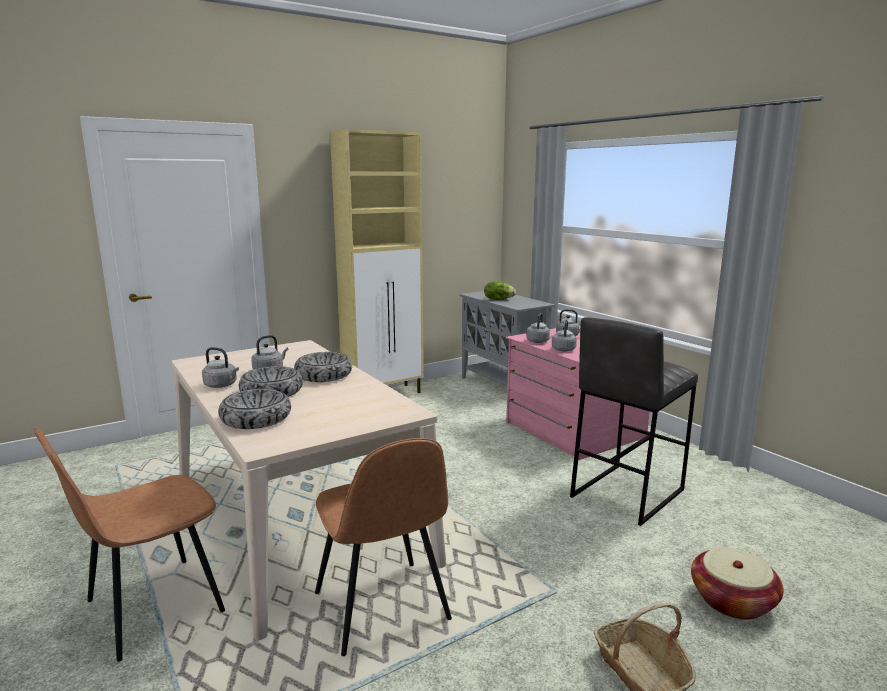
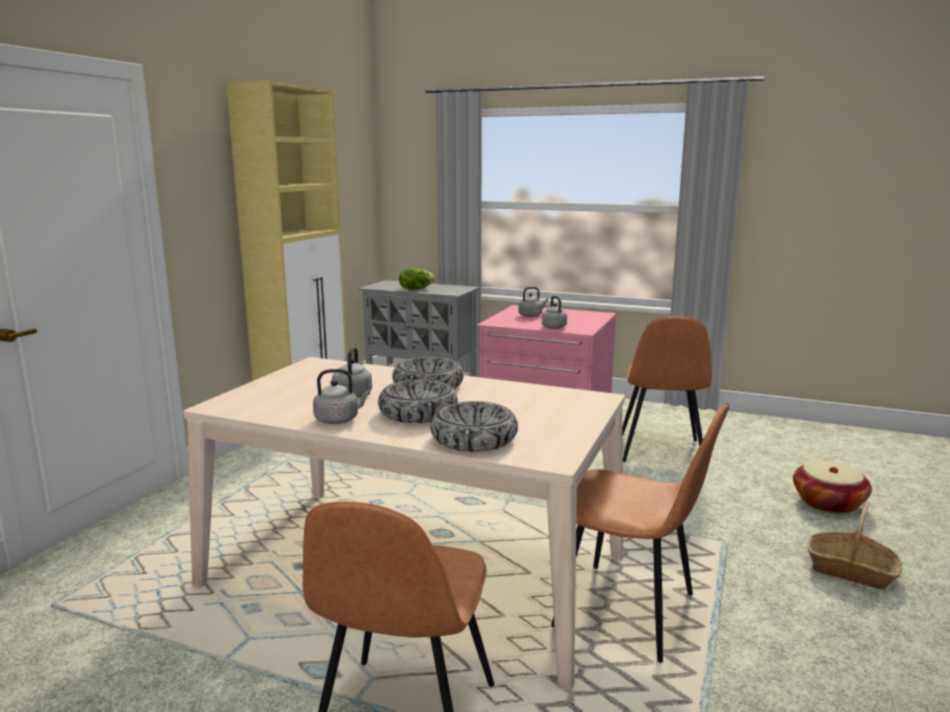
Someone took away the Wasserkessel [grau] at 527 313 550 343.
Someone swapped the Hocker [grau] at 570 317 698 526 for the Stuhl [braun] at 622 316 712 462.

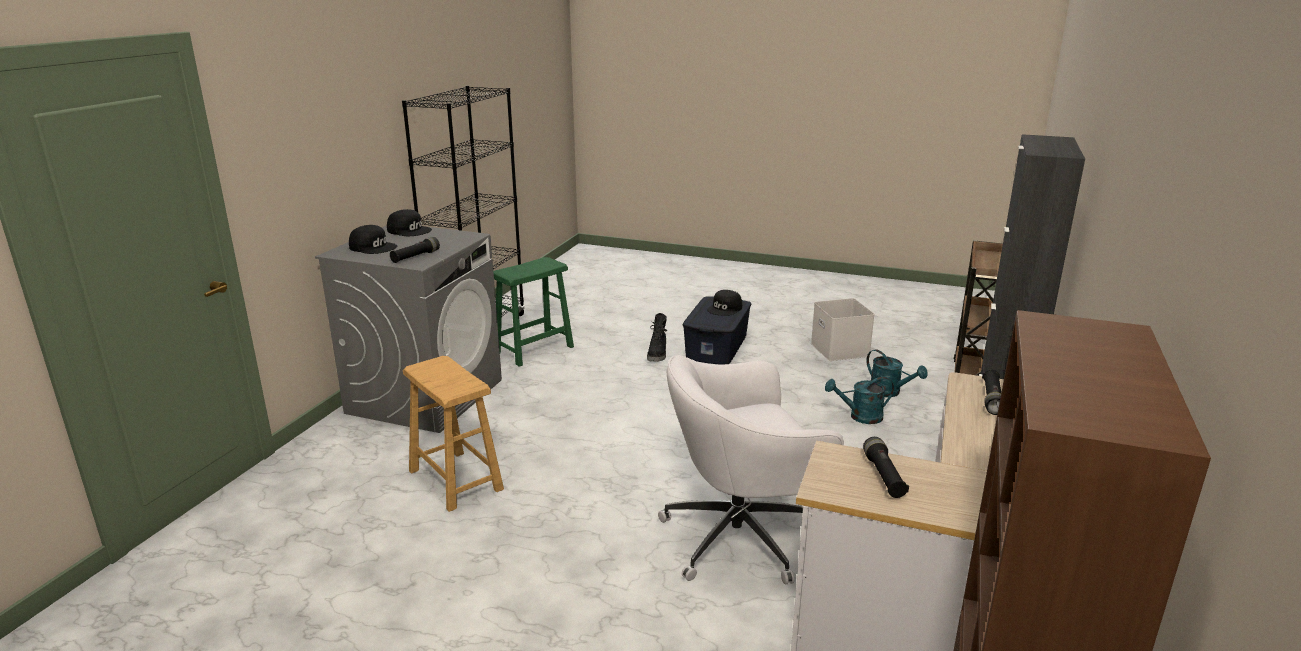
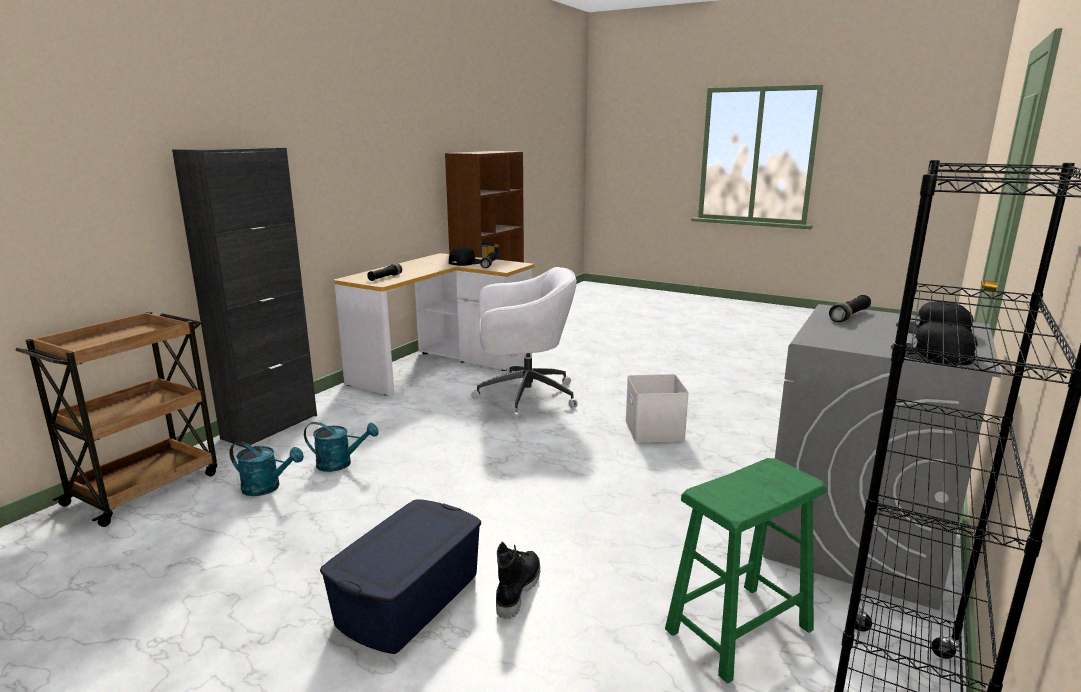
Someone took away the Hocker [braun] at 403 356 504 512.
Someone carried the Kappe [schwarz] from 707 290 742 316 to 449 247 481 266.
Someone carried the Aufbewahrungsbox [weiß] from 811 298 875 361 to 625 374 689 443.
Someone rotated the Gießkanne [türkis] at 866 349 928 397 by 135 degrees clockwise.

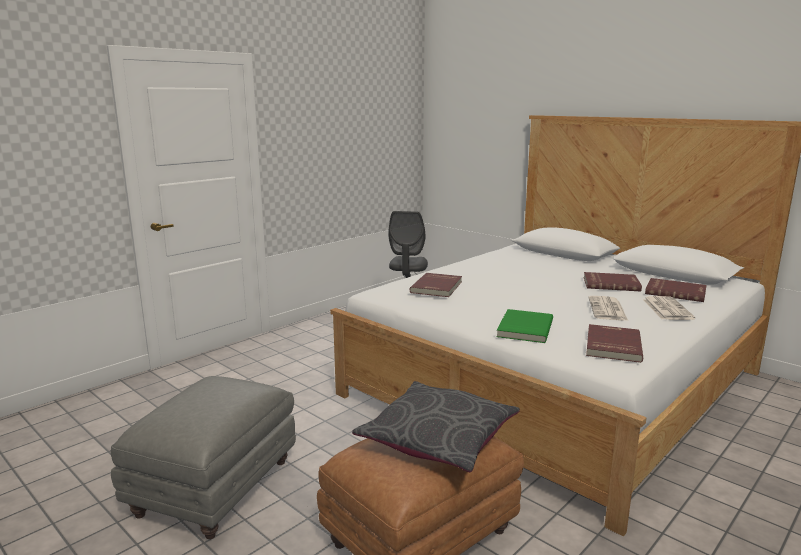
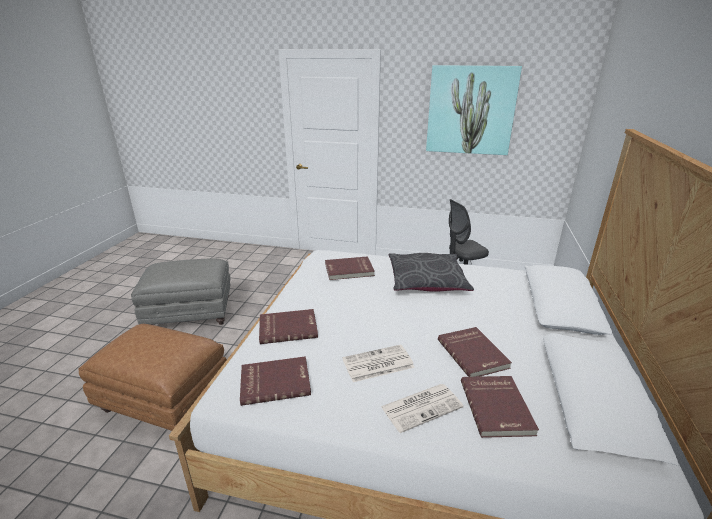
Someone put up the Bild at 426 65 522 155.
Someone carried the Kissen [grau] from 352 381 520 472 to 389 253 474 292.
Someone repainted the Buch [grün] at 496 309 553 343, which became the Buch [rot] at 259 309 318 344.

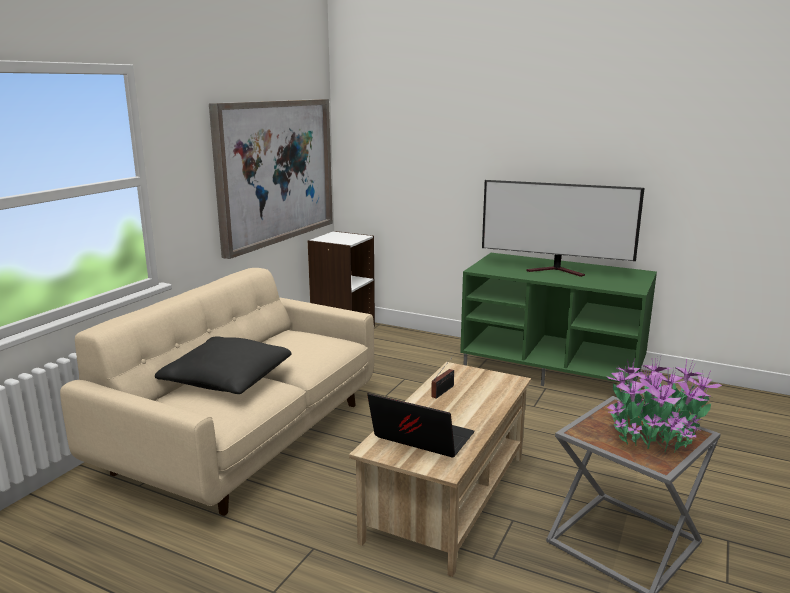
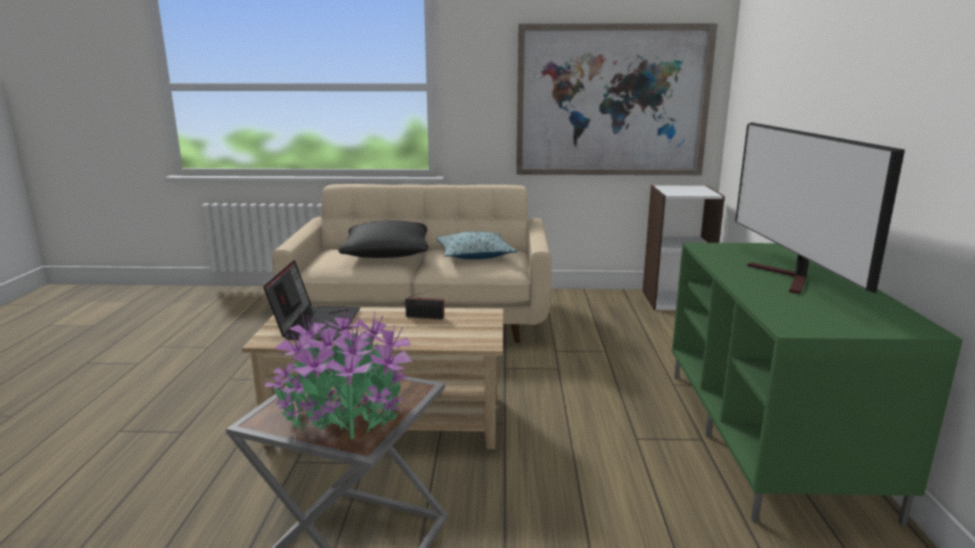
Someone put down the Kissen at 436 231 517 259.

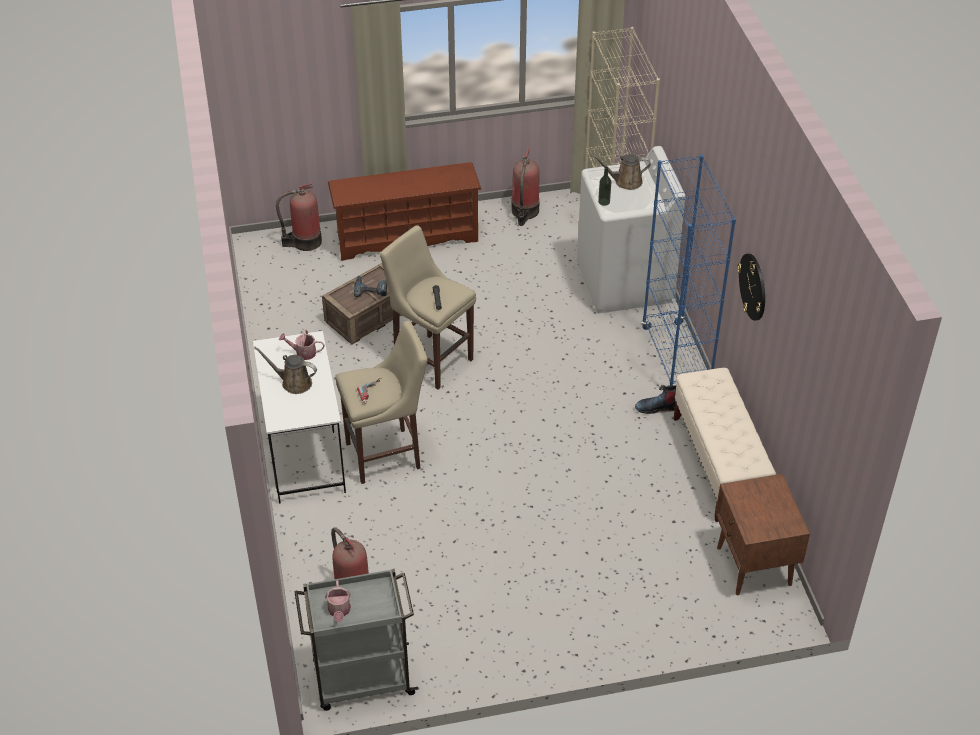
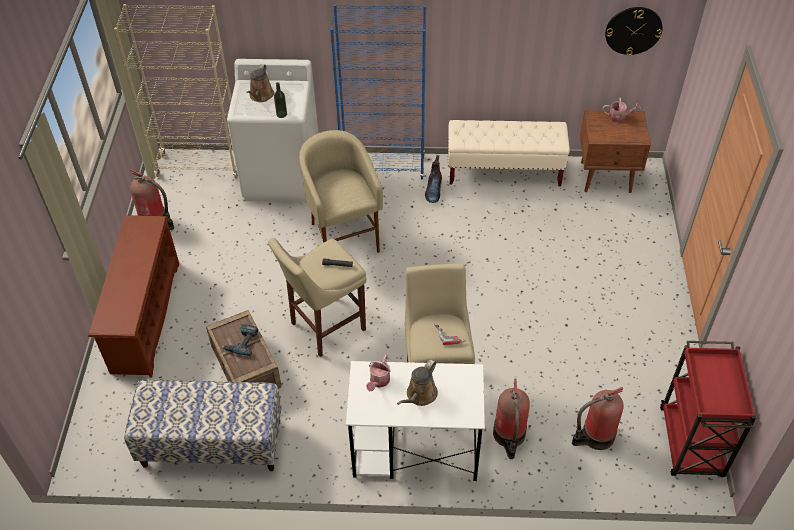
Someone put down the Bank at 124 379 282 471.
Someone put down the Hocker [beige] at 299 130 383 253.
Someone carried the Feuerlöscher from 276 183 322 251 to 493 379 530 459.
Someone carried the Gießkanne from 325 580 351 622 to 603 98 641 123.
Someone carried the Wanduhr from 737 254 765 321 to 605 7 663 56.
Someone repainted the Rollwagen [grau] at 295 569 418 711, which became the Rollwagen [rot] at 660 341 756 477.

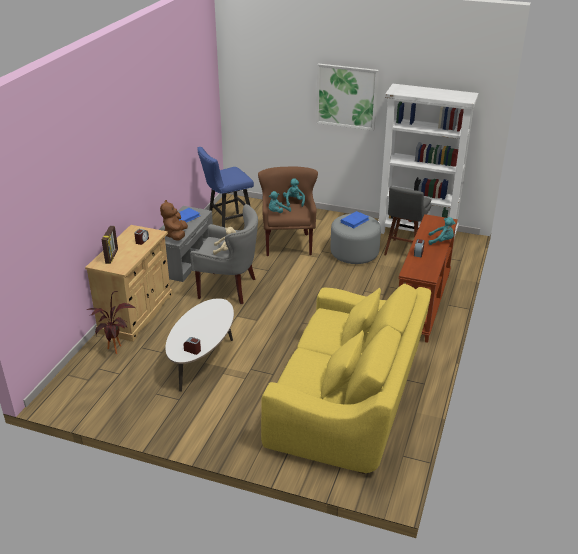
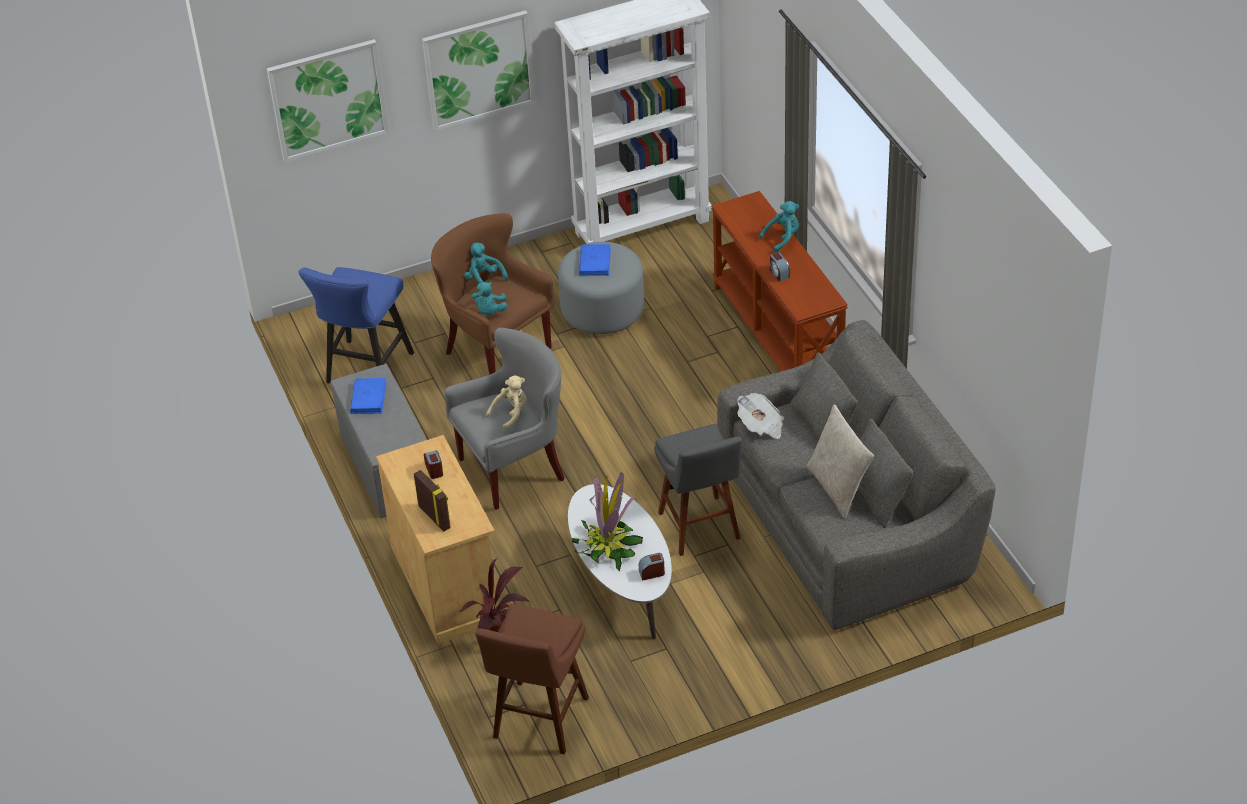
Someone took away the Plüschtier [braun] at 160 200 188 241.
Someone put up the Bild at 267 39 389 162.
Someone put down the Hocker [braun] at 476 604 589 755.
Someone put down the Topfpflanze at 572 472 643 571.
Someone put down the Zeitung at 737 393 784 439.
Someone put down the Kissen [beige] at 807 404 874 519.
Someone carried the Hocker [grau] from 384 186 432 255 to 654 424 742 556.
Someone repainted the Sofa [gelb] at 261 284 431 474, which became the Sofa [grau] at 717 320 996 630.

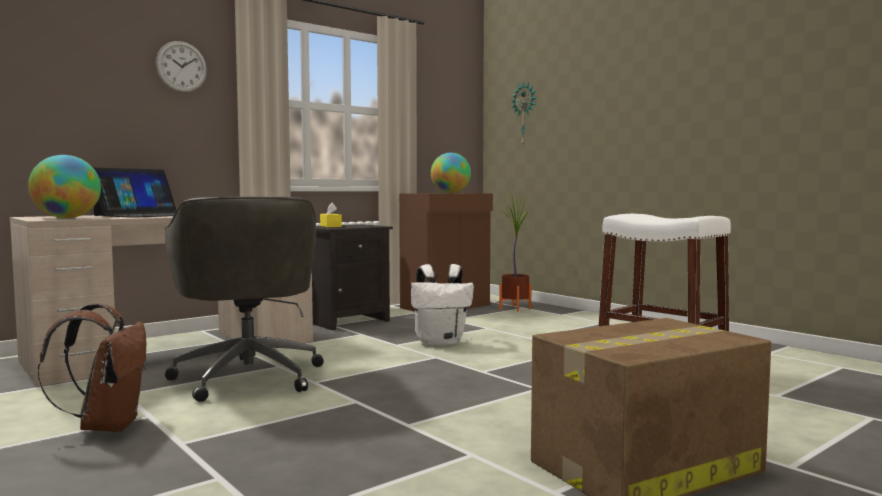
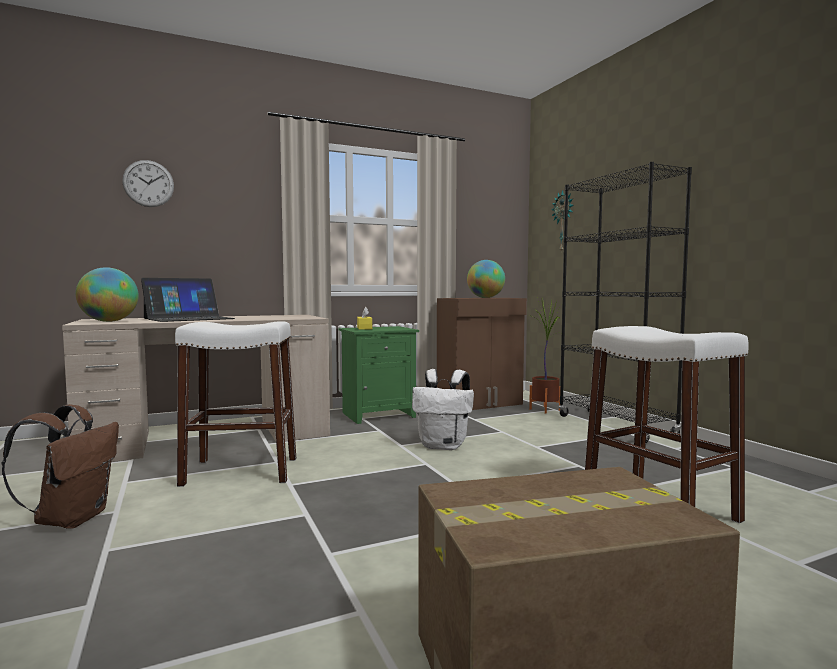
Someone put down the Bücherregal [schwarz] at 559 162 692 443.
Someone carried the Wanduhr from 156 41 207 92 to 122 160 174 207.
Someone swapped the Bürostuhl [grau] at 165 196 324 402 for the Hocker [weiß] at 175 321 296 487.
Someone repainted the Nachttisch [schwarz] at 312 224 393 330, which became the Nachttisch [grün] at 339 326 419 424.

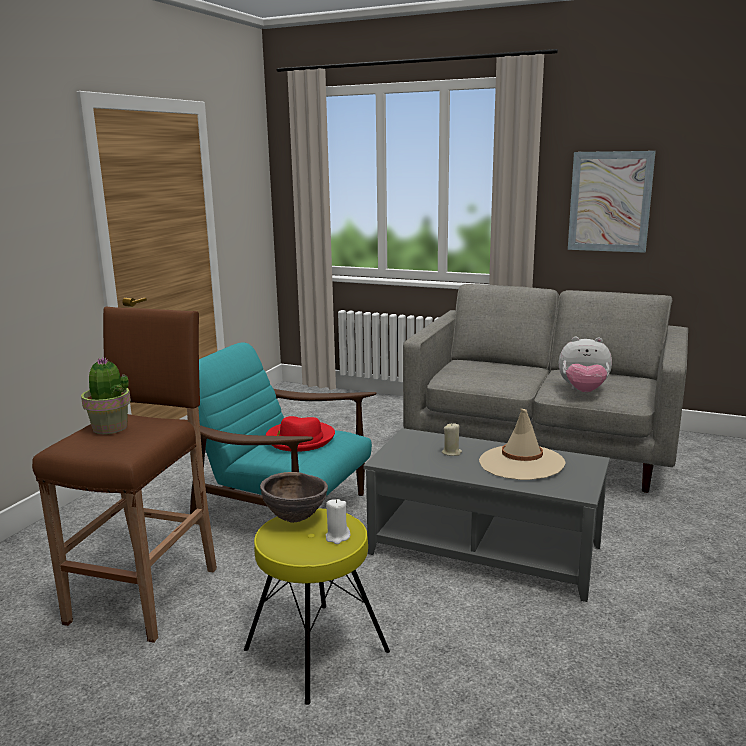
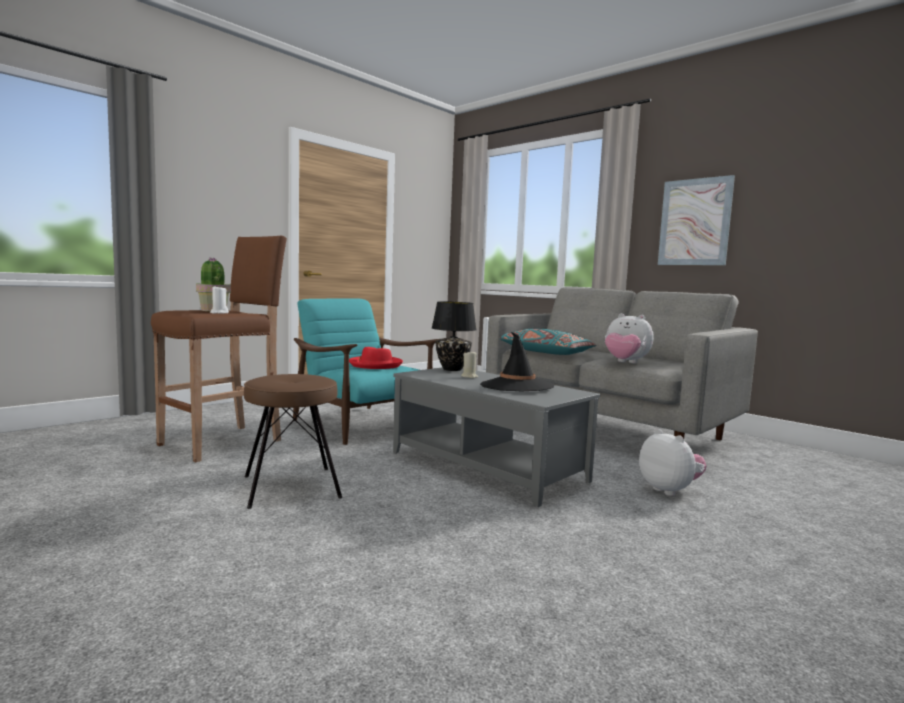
Someone took away the Schüssel [braun] at 260 472 328 523.
Someone put down the Tischlampe [schwarz] at 432 301 477 371.
Someone put down the Kissen [türkis] at 500 329 596 355.
Someone put down the Plüschtier at 639 429 706 496.
Someone carried the Kerze [weiß] from 326 499 350 544 to 210 286 229 314.
Someone repainted the Hocker [gelb] at 244 508 390 705, which became the Hocker [braun] at 244 374 342 509.
Someone repainted the Hut [beige] at 479 409 566 480, which became the Hut [schwarz] at 480 332 554 391.

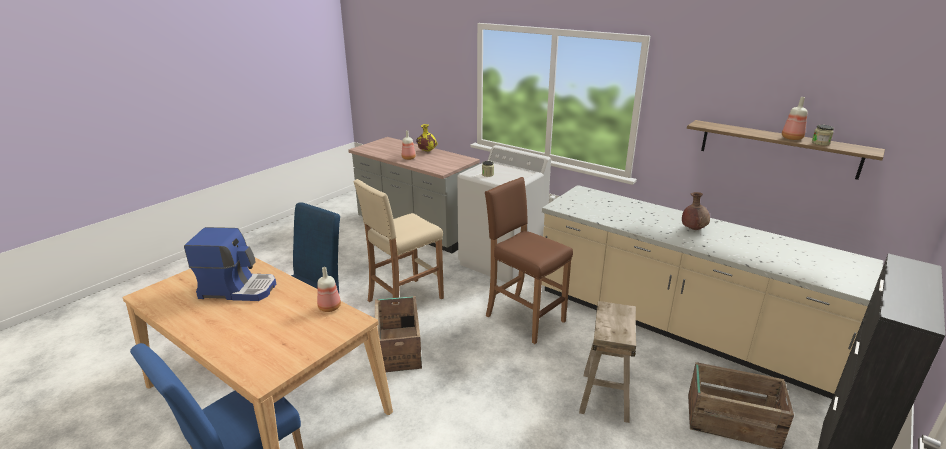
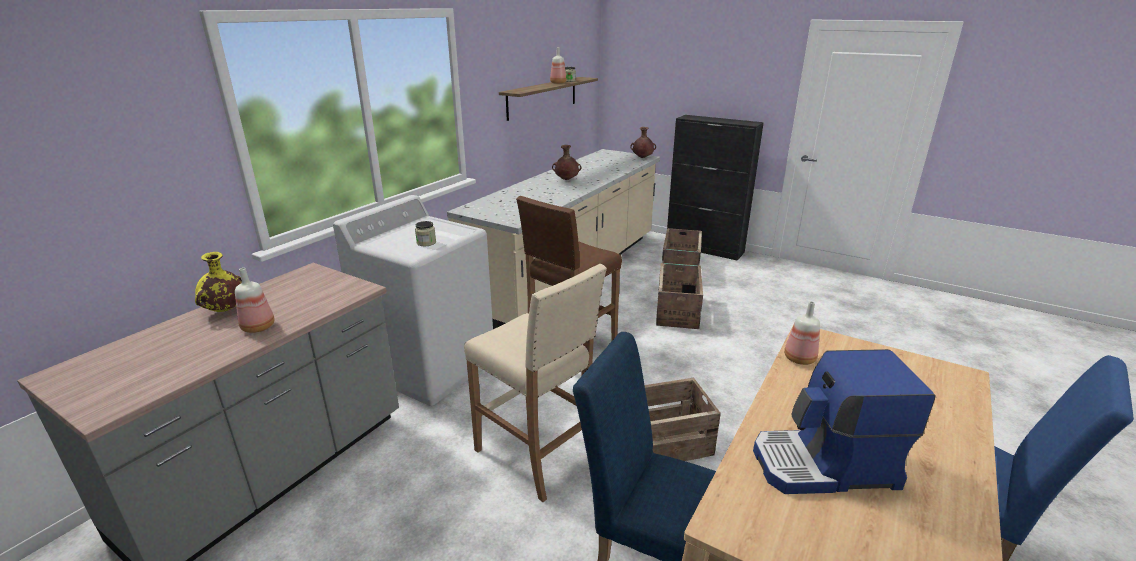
Someone put down the Vase [braun] at 630 127 656 158.
Someone swapped the Hocker [beige] at 579 301 636 423 for the Kiste at 656 263 703 329.
Someone rotated the Kaffeemaschine at 184 227 276 301 by 90 degrees counterclockwise.

